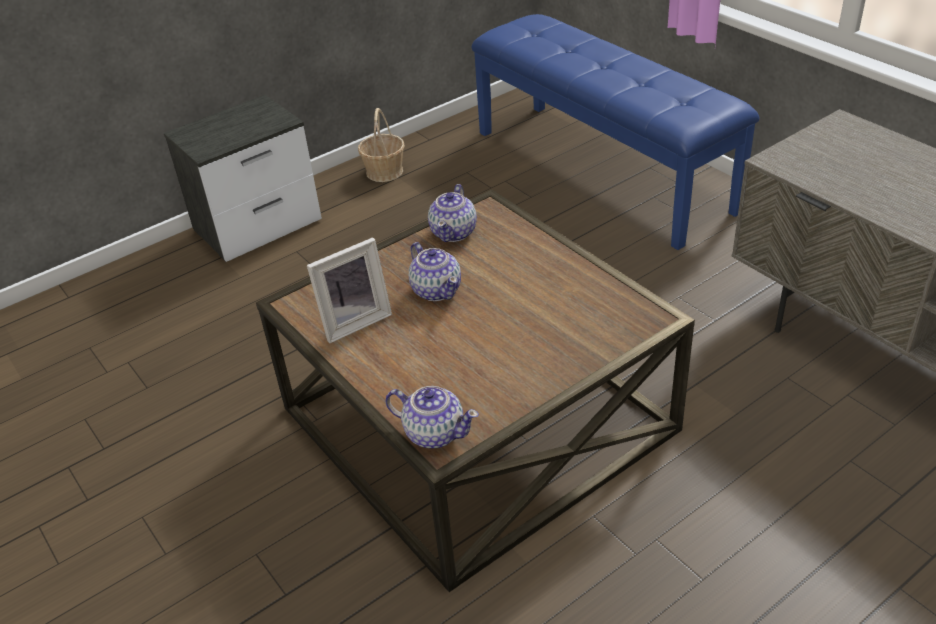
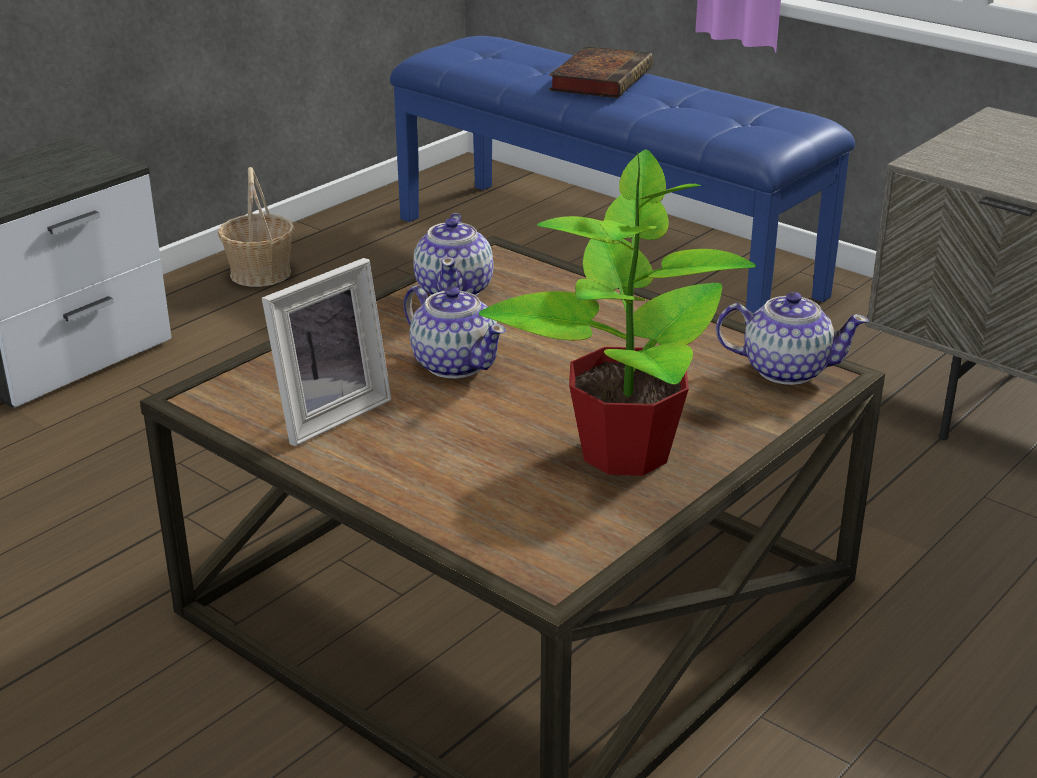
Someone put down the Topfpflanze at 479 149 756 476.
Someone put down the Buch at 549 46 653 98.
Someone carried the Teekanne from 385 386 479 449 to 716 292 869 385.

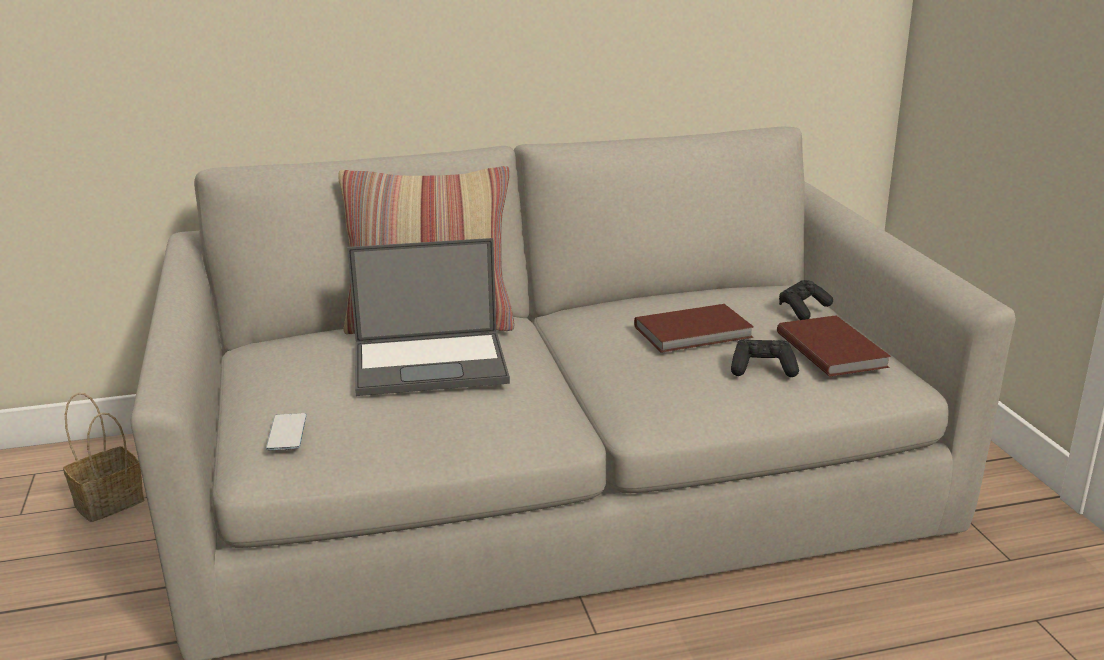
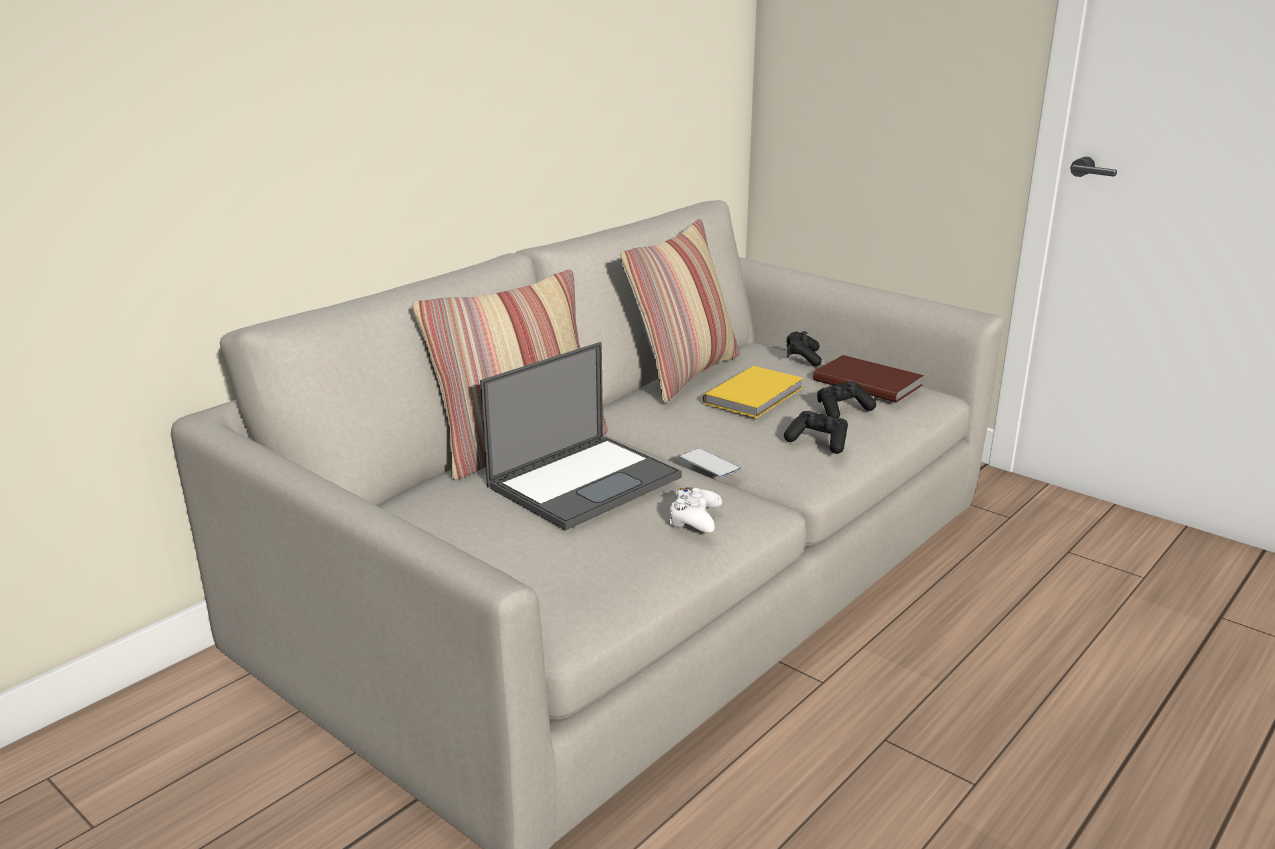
Someone took away the Korb at 63 393 144 522.
Someone put down the Kissen at 620 219 740 403.
Someone put down the Gamepad [weiß] at 668 487 722 533.
Someone put down the Gamepad [schwarz] at 784 411 848 454.
Someone carried the Handy from 266 413 307 450 to 680 448 741 478.
Someone repainted the Buch [braun] at 634 304 754 353, which became the Buch [gelb] at 703 366 804 418.

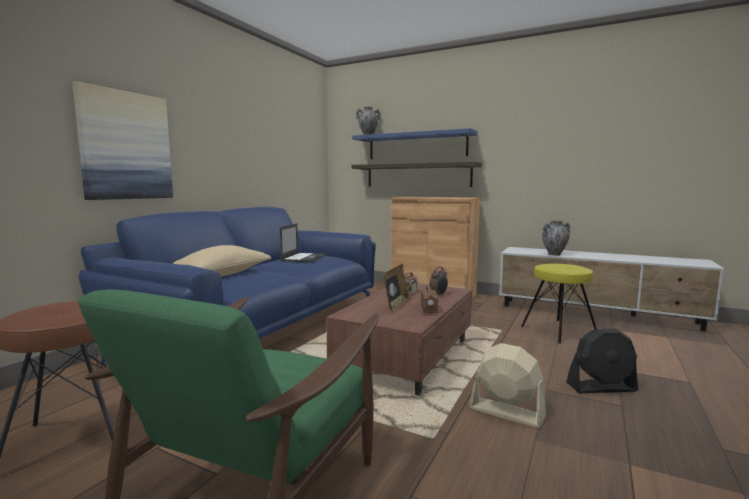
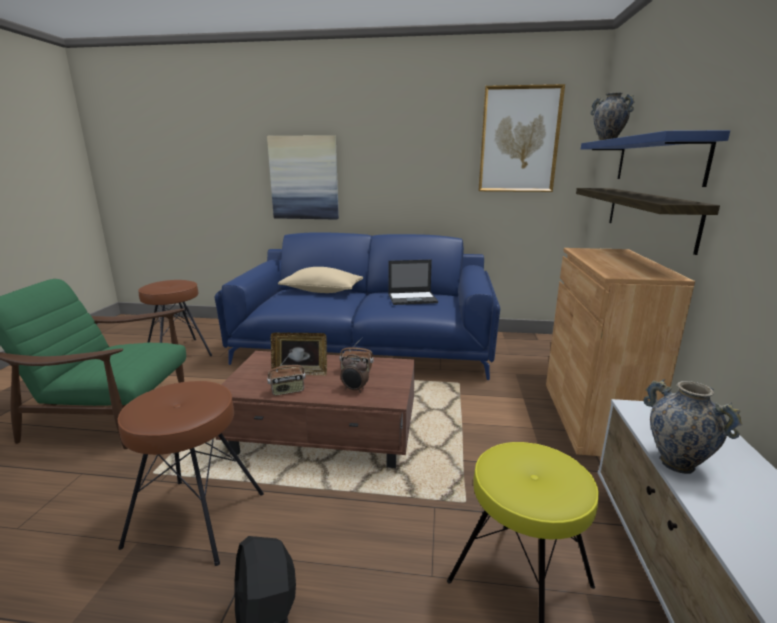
Someone put up the Bild at 478 84 565 192.
Someone swapped the Ventilator [beige] at 469 343 546 427 for the Hocker [braun] at 118 381 264 566.

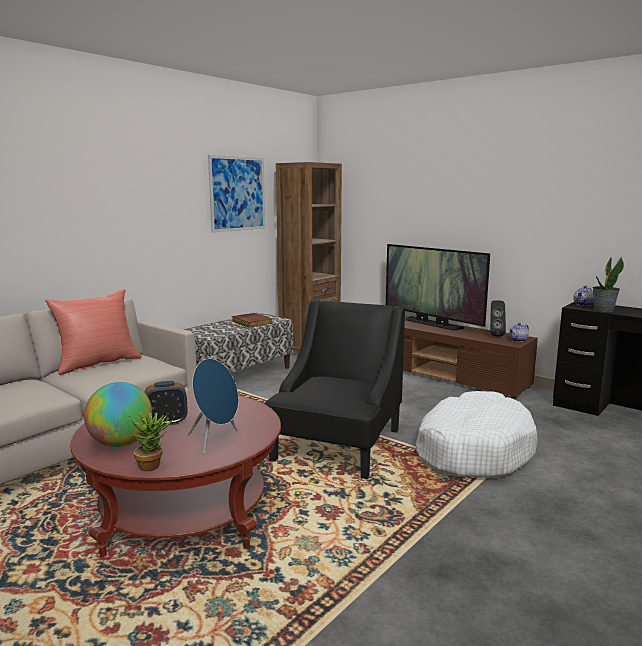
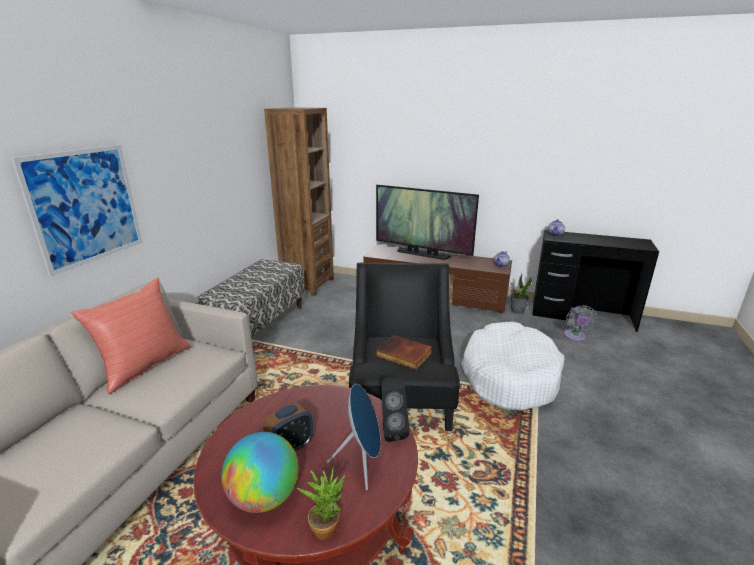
Someone put down the Ventilator [grau] at 564 305 597 341.
Someone carried the Bild from 208 155 265 233 to 11 145 143 276.
Someone carried the Buch from 232 313 272 328 to 376 335 433 370.
Someone carried the Lautsprecher [schwarz] from 490 300 506 336 to 381 377 410 442.
Someone carried the Topfpflanze from 593 257 624 312 to 510 274 532 314.

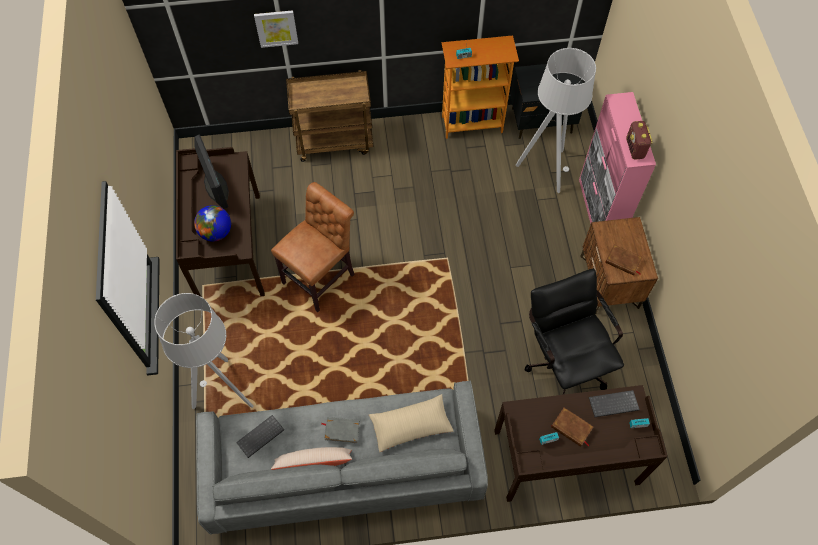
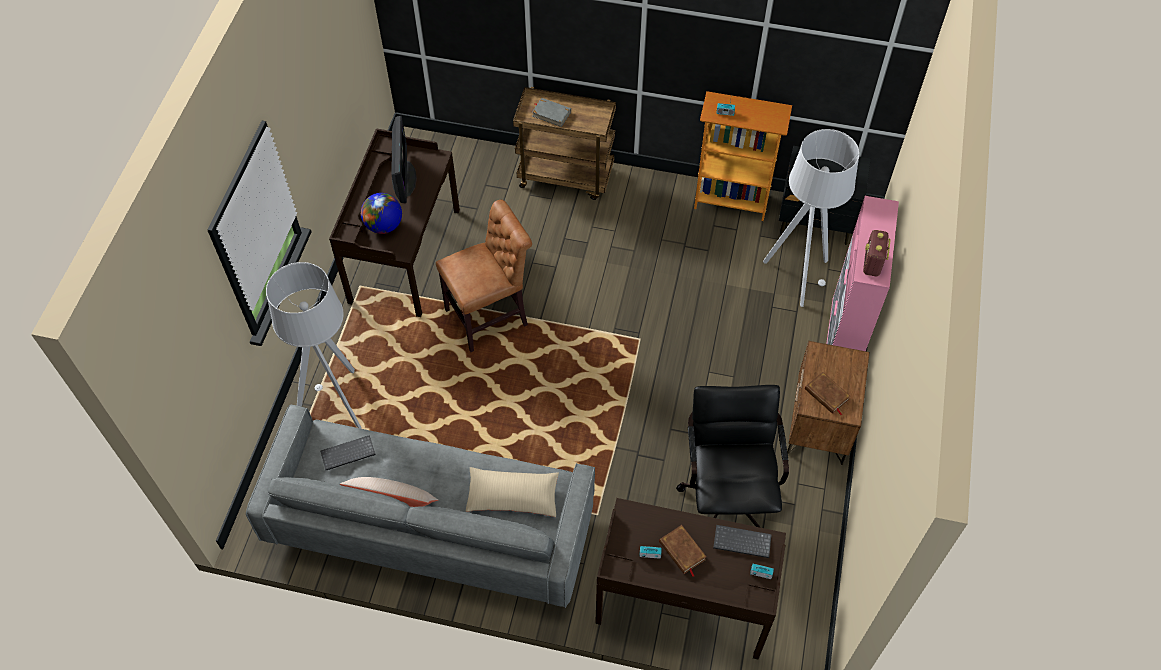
Someone took away the Bild at 254 10 298 48.
Someone carried the Buch [grau] from 321 417 360 443 to 532 98 571 127.

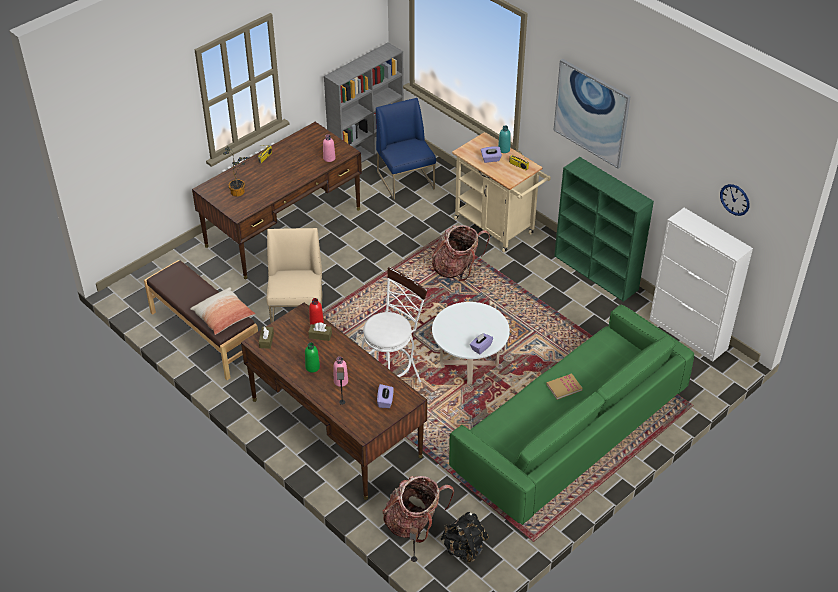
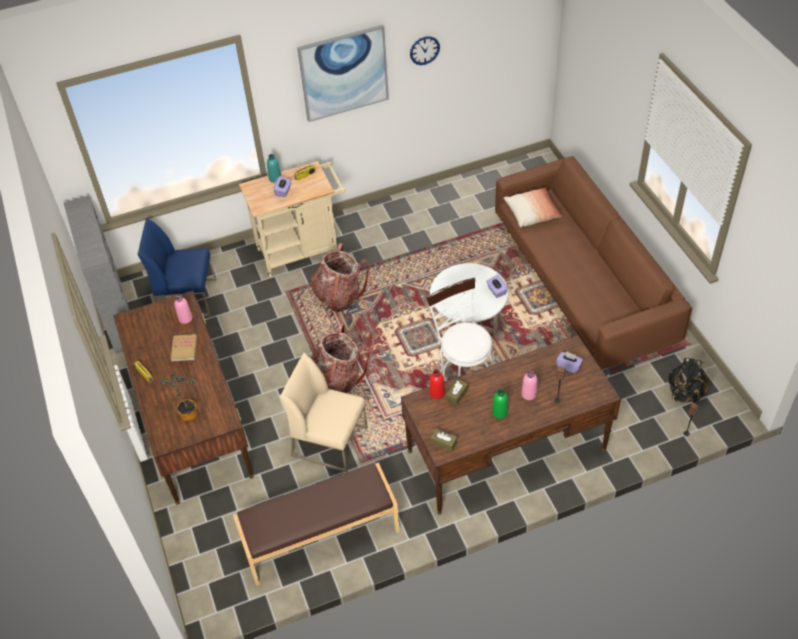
Someone took away the Bücherregal [grün] at 554 157 654 302.
Someone took away the Schrank [weiß] at 650 208 753 362.
Someone carried the Kissen from 190 287 256 335 to 504 187 562 228.
Someone carried the Rucksack from 383 476 454 543 to 310 324 370 393.
Someone carried the Buch from 546 373 583 400 to 171 334 197 362.
Someone carried the Wanduhr from 720 184 750 216 to 410 36 440 65.
Someone repainted the Sofa [grün] at 449 305 694 525, which became the Sofa [braun] at 495 156 692 370.

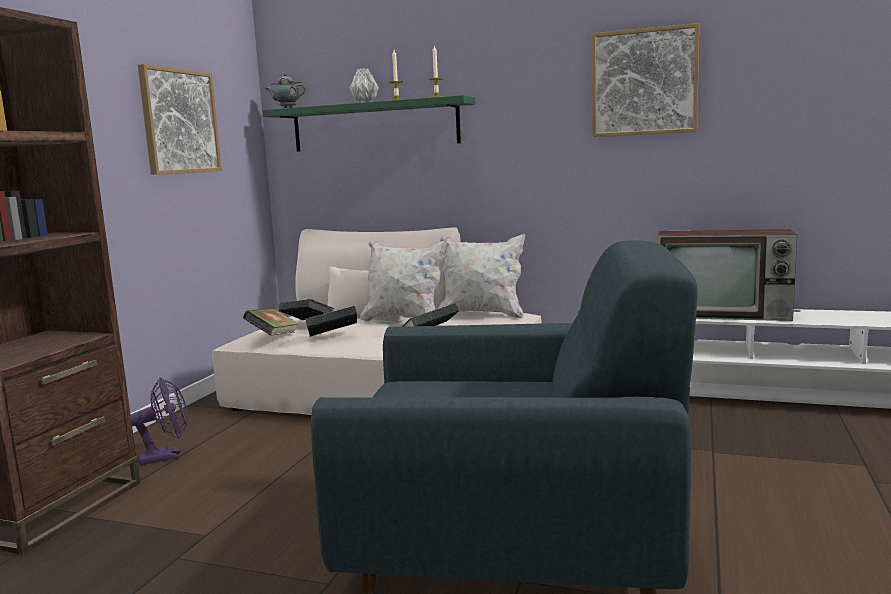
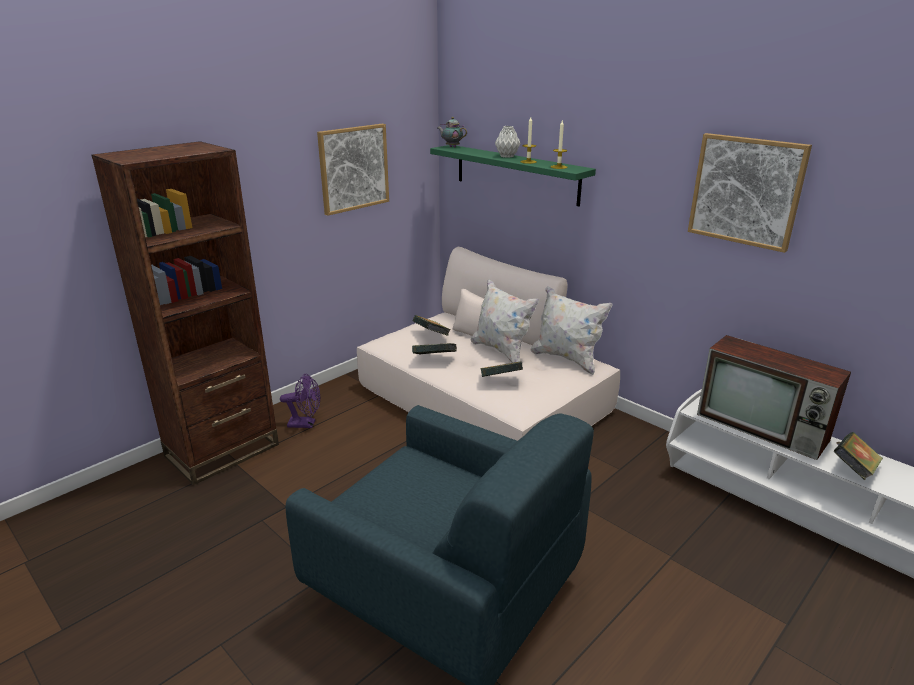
Someone carried the Buch from 243 308 299 336 to 834 432 883 480.

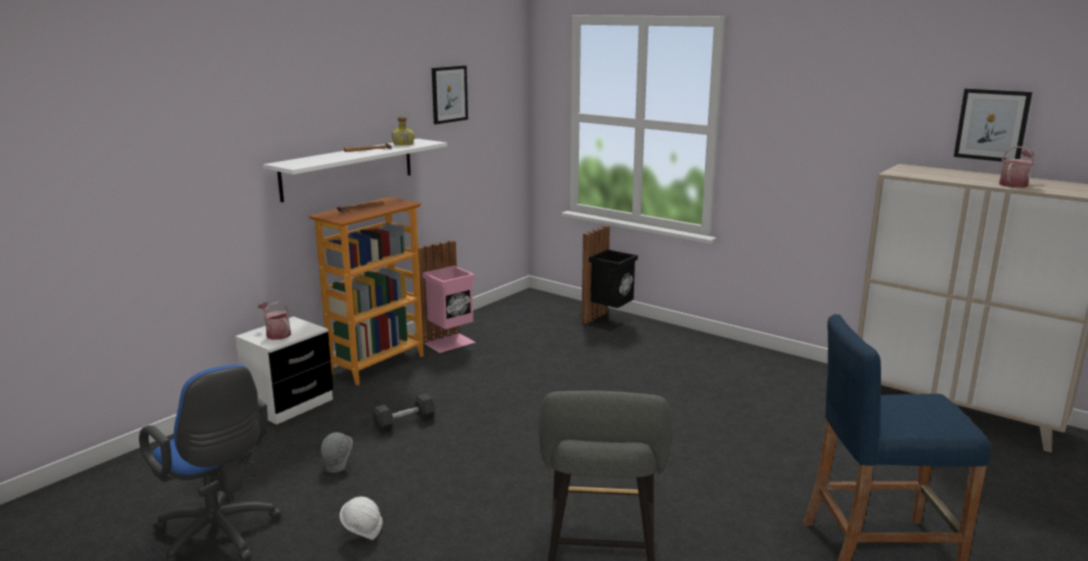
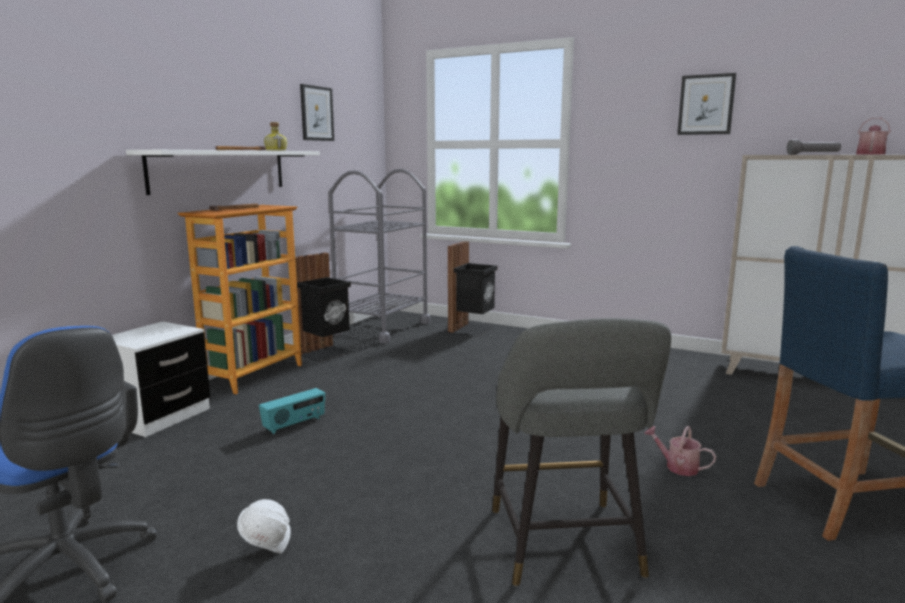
Someone took away the Schutzhelm [grau] at 321 432 353 473.
Someone put down the Rollwagen [grau] at 328 169 431 344.
Someone put down the Taschenlampe [grau] at 786 140 841 155.
Someone carried the Gießkanne from 258 302 291 340 to 644 426 716 476.
Someone carried the Bild from 954 88 1032 162 to 677 73 736 135.
Someone swapped the Hantel [schwarz] at 372 394 436 433 for the Radio at 259 388 325 434.
Someone repainted the Mülleimer [rosa] at 418 240 476 353, which became the Mülleimer [schwarz] at 295 253 352 362.

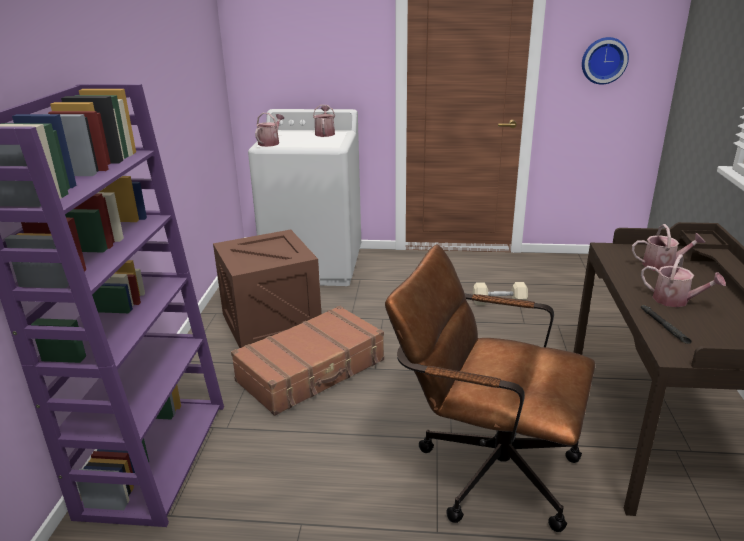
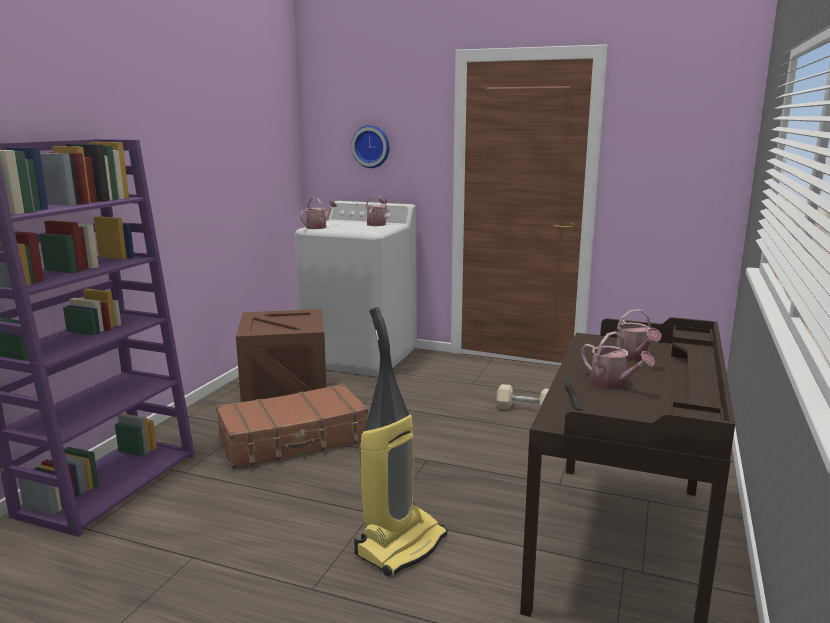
Someone carried the Wanduhr from 582 37 629 85 to 351 125 390 168.
Someone swapped the Bürostuhl [braun] at 385 245 595 532 for the Staubsauger at 354 307 448 577.
Someone rotated the Gießkanne at 632 224 705 271 by 60 degrees clockwise.

